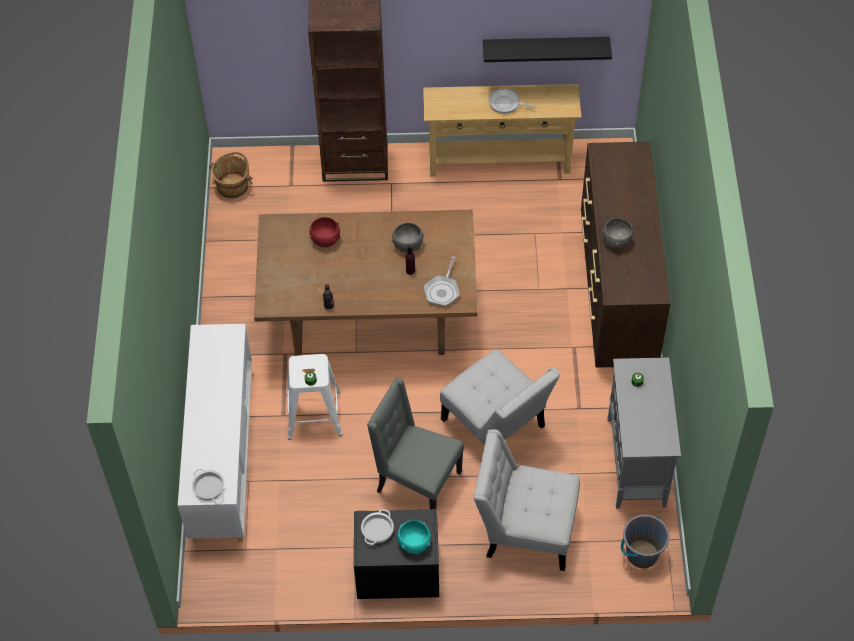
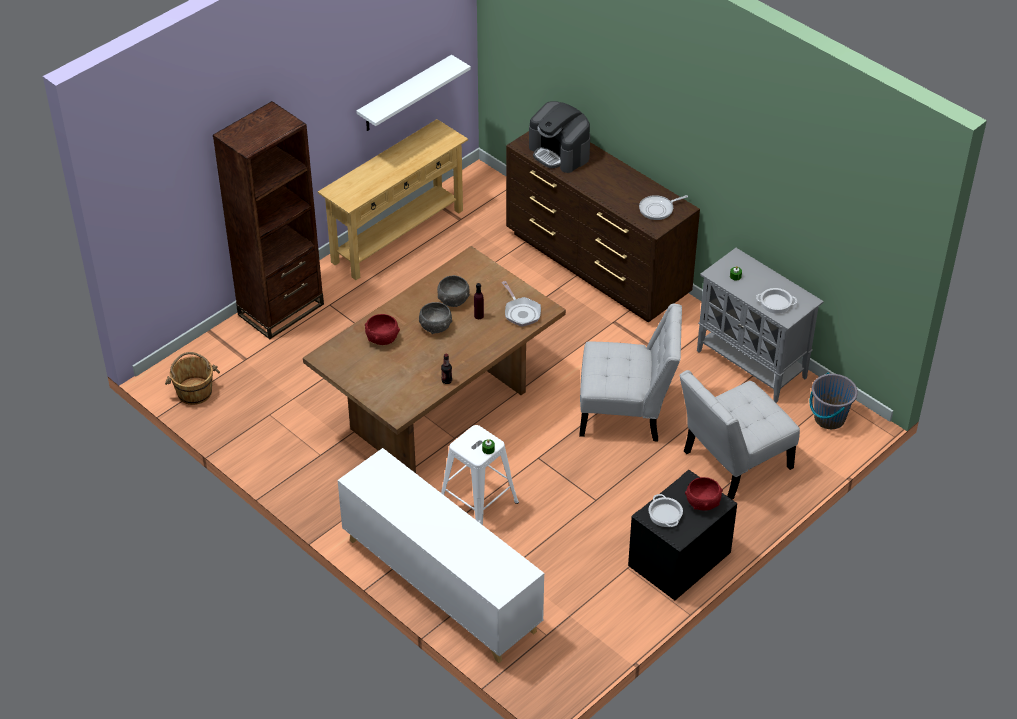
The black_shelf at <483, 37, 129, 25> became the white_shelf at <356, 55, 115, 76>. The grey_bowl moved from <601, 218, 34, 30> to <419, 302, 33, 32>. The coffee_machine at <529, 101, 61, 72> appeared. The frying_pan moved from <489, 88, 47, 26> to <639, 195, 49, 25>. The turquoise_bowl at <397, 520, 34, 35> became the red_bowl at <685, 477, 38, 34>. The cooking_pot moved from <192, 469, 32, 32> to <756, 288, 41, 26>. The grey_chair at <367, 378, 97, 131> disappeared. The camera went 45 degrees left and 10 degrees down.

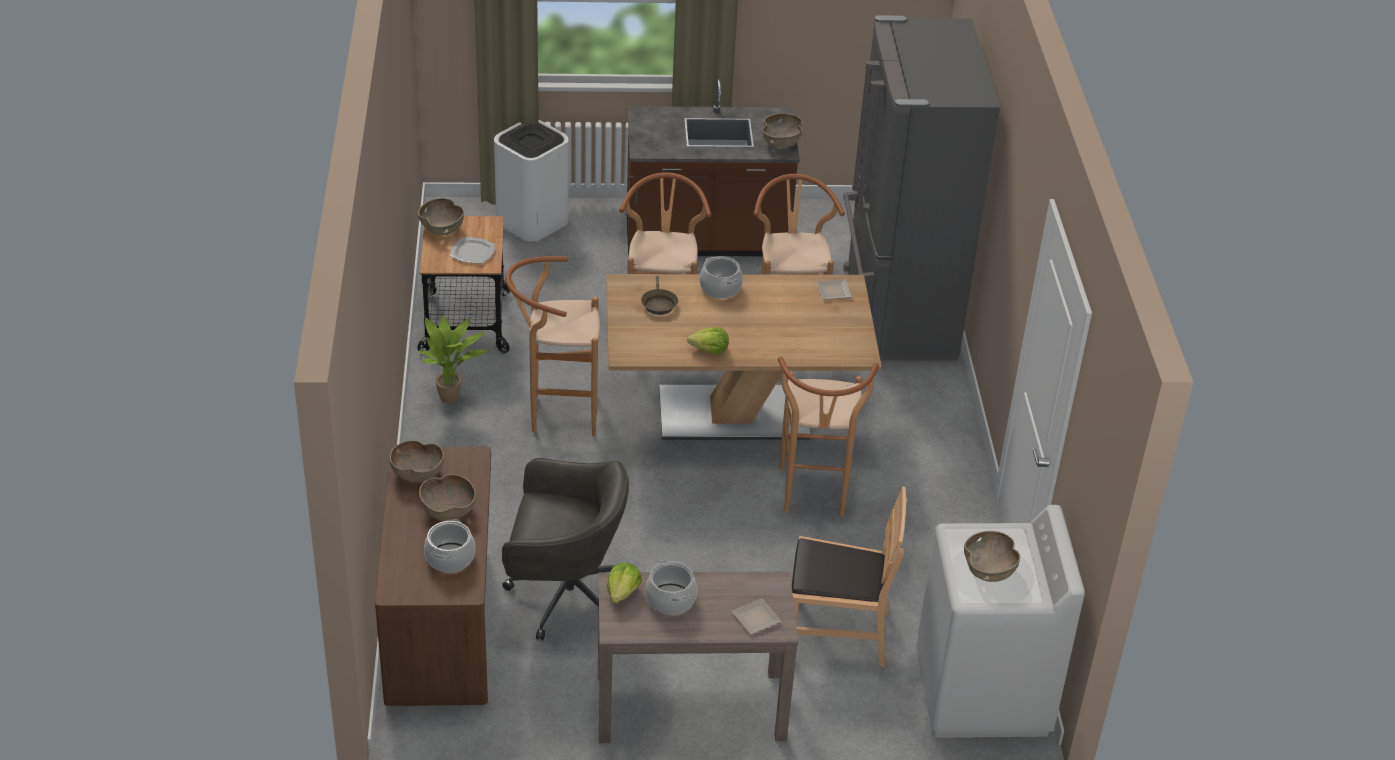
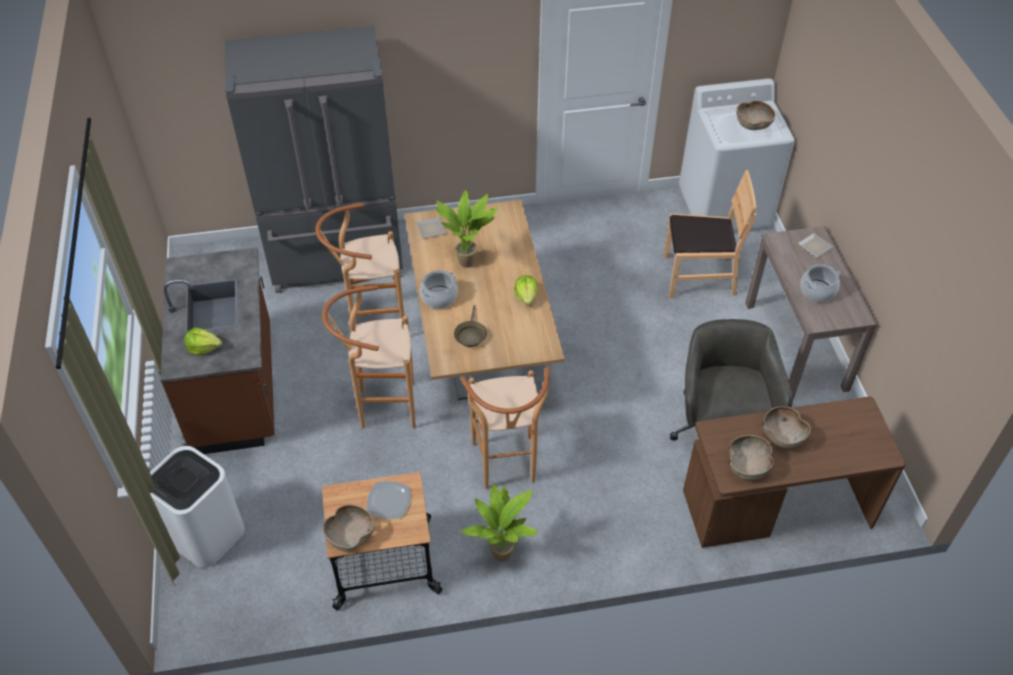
The lettuce moved from <607, 563, 35, 40> to <184, 328, 38, 27>. The potted_plant at <435, 190, 63, 77> appeared. The brown_frying_pan at <641, 276, 37, 39> turned 105 degrees clockwise. The brown_chair at <792, 487, 115, 180> turned 90 degrees clockwise. The cooking_pot at <424, 519, 52, 54> disappeared. The brown_bowl at <763, 113, 39, 34> disappeared. The brown_stool at <778, 357, 101, 160> disappeared. The camera went 95 degrees left and 10 degrees up.

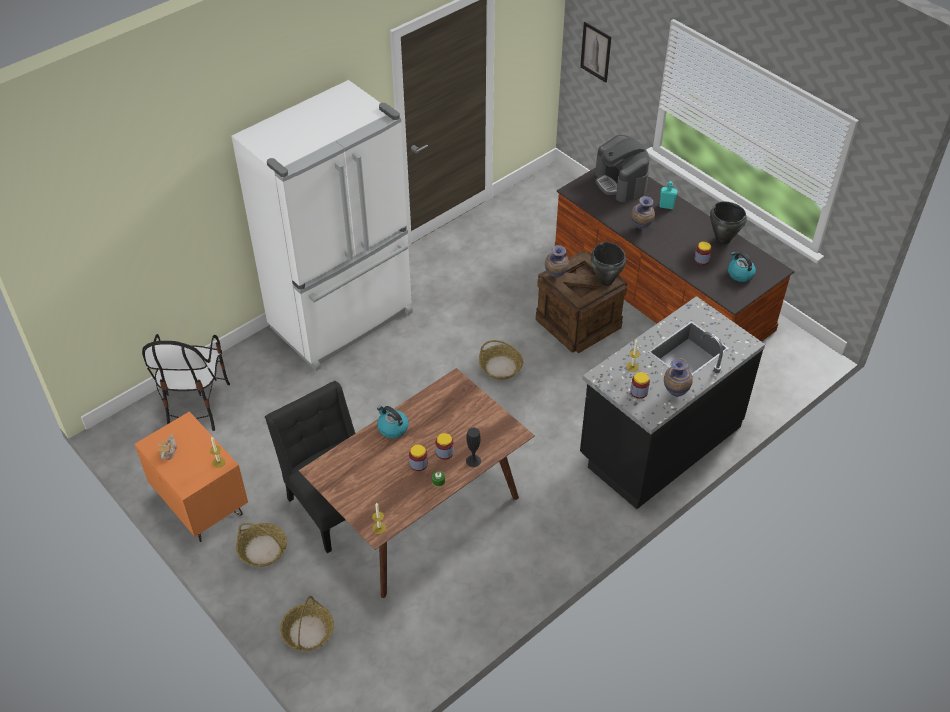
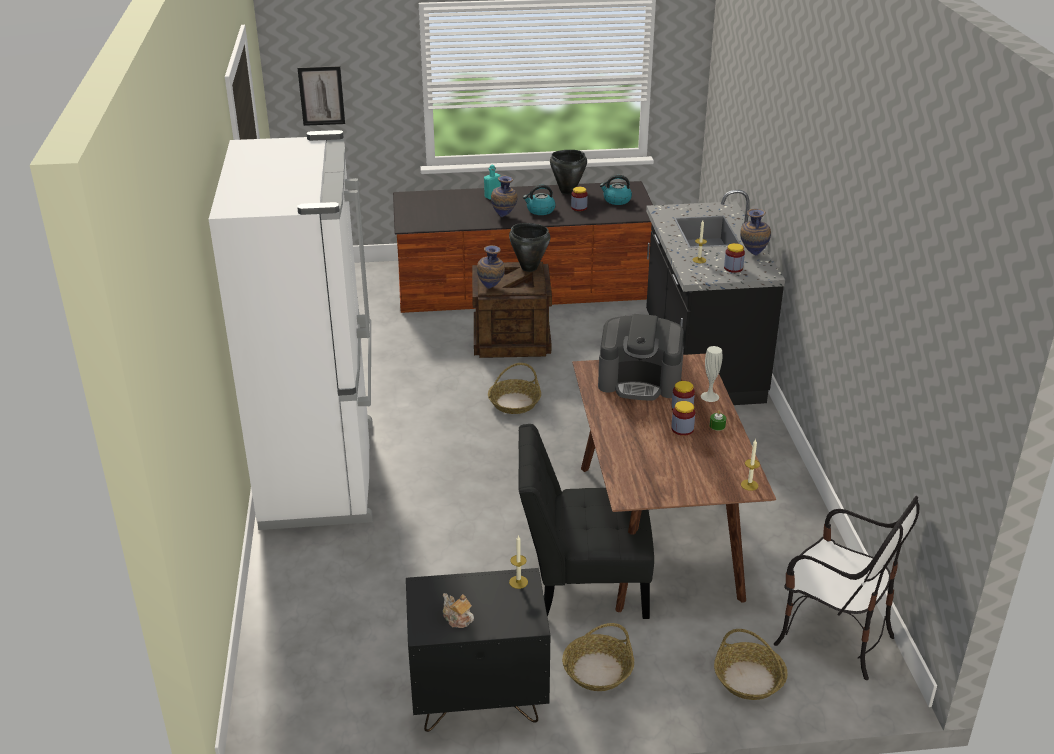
The orange_nightstand at <135, 411, 113, 131> became the black_nightstand at <406, 568, 144, 164>. The kettle moved from <377, 406, 32, 32> to <523, 185, 33, 30>. The coffee_machine moved from <595, 135, 54, 67> to <598, 314, 86, 87>. The black_vase at <466, 428, 15, 39> became the white_vase at <701, 346, 21, 56>. The chair moved from <142, 334, 88, 97> to <774, 496, 146, 184>. The camera went 55 degrees left and 15 degrees down.

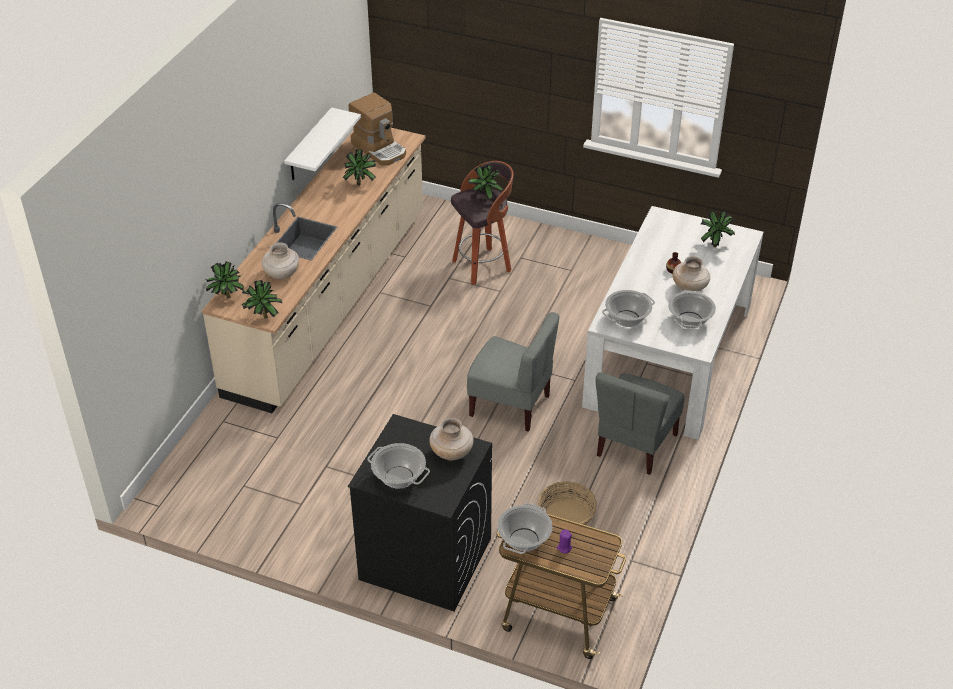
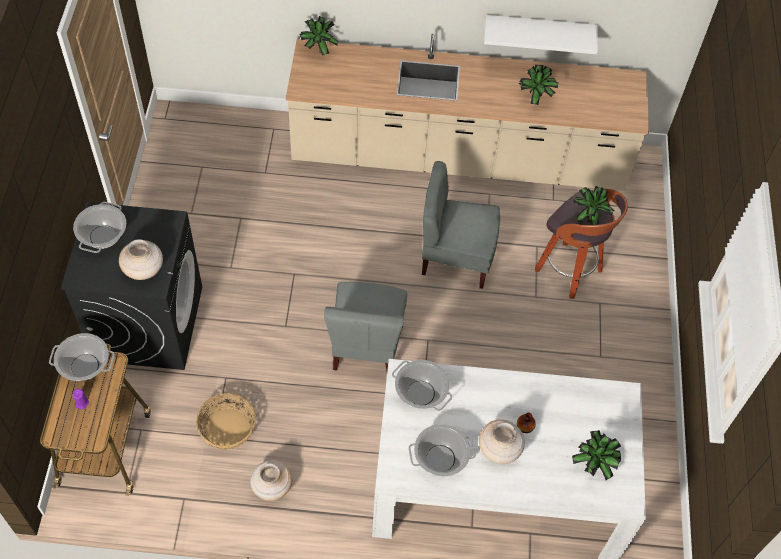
The beige_vase moved from <262, 242, 37, 37> to <250, 460, 42, 41>. The grey_chair moved from <596, 372, 89, 103> to <422, 161, 78, 128>. The potted_plant at <242, 280, 40, 38> disappeared. The coffee_machine at <349, 93, 57, 73> disappeared. The camera went 70 degrees right and 15 degrees up.

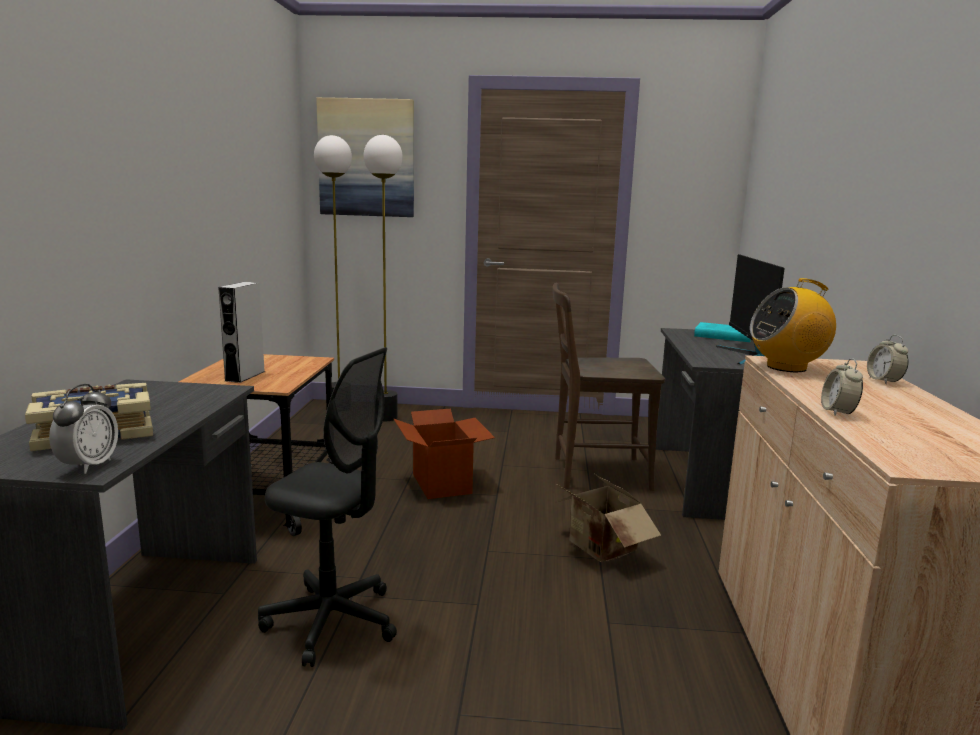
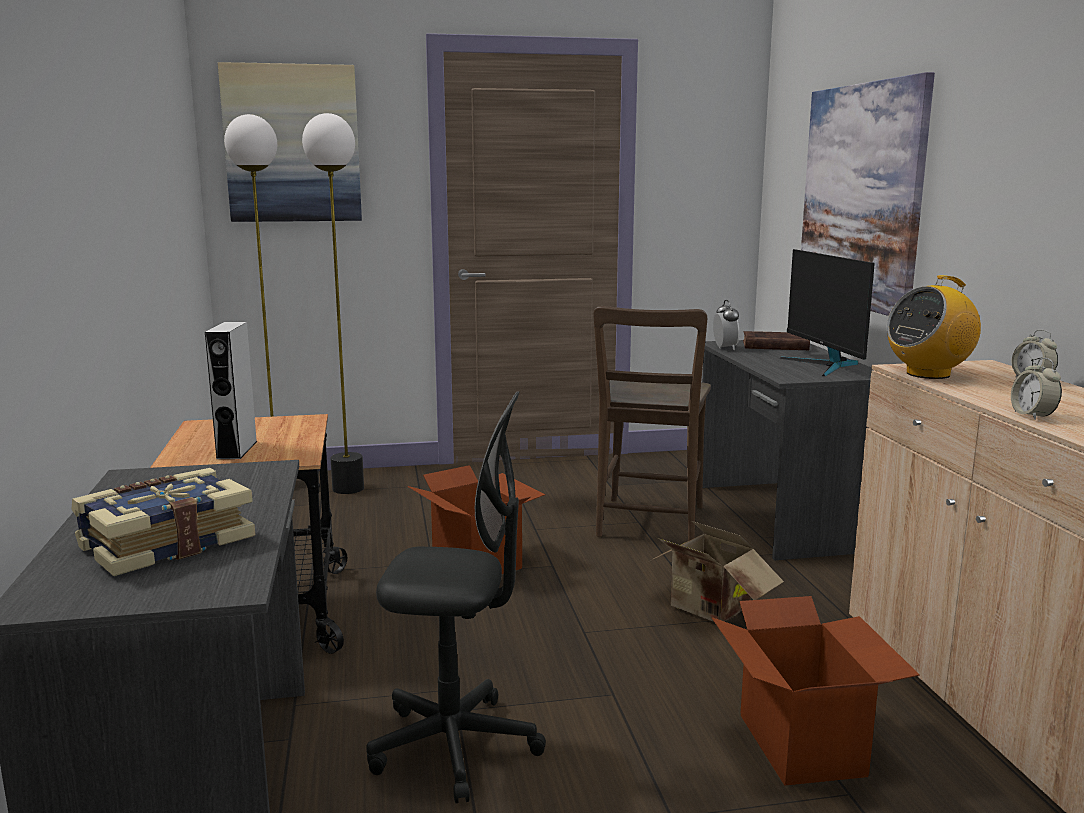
The brown_chair at <553, 283, 112, 208> turned 60 degrees counterclockwise. The cardboard_box at <712, 596, 208, 190> appeared. The alarm_clock moved from <49, 384, 69, 90> to <713, 300, 26, 50>. The turquoise_book at <694, 322, 57, 20> became the brown_book at <743, 331, 67, 19>. The picture at <801, 72, 134, 244> appeared. The camera went 15 degrees left and 0 degrees up.

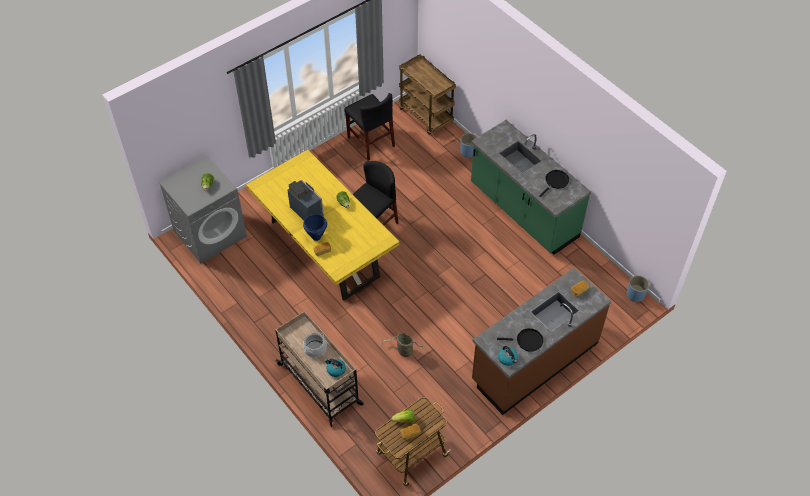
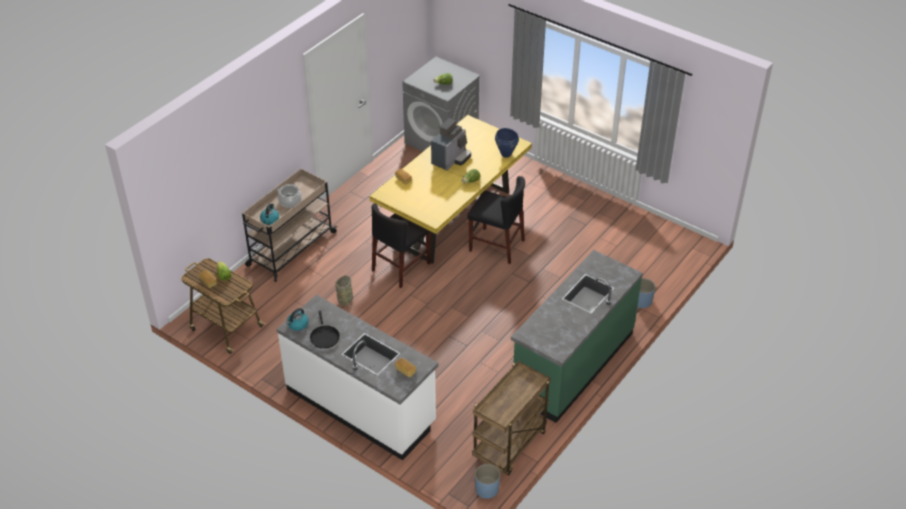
The brown_counter at <472, 268, 139, 147> became the white_counter at <277, 295, 161, 165>. The black_chair moved from <344, 93, 51, 67> to <372, 203, 59, 85>. The brown_cart moved from <399, 54, 57, 81> to <472, 361, 79, 114>. The blue_cooking_pot moved from <303, 214, 24, 27> to <495, 128, 24, 30>. The black_frying_pan at <539, 170, 30, 27> disappeared. The camera went 75 degrees right and 10 degrees down.

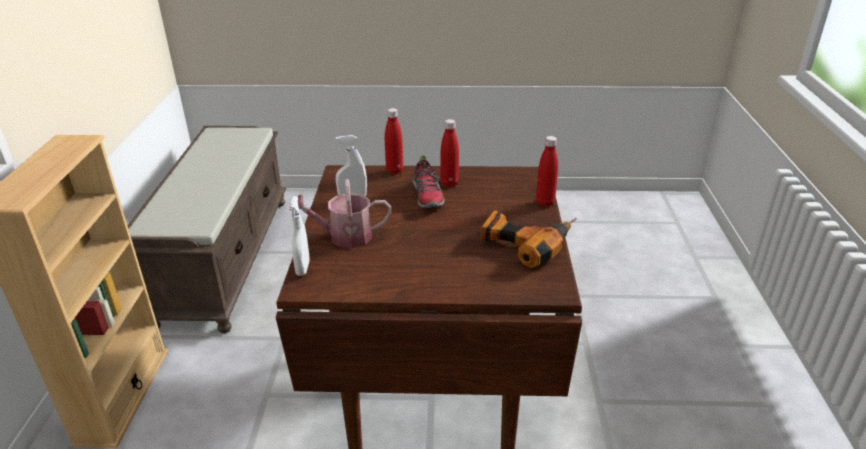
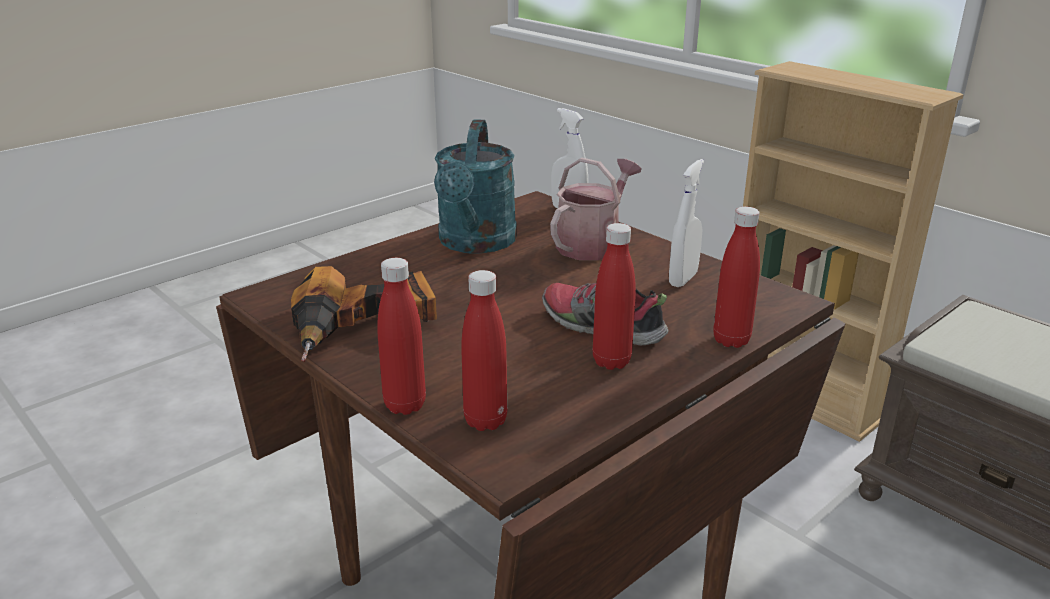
The turquoise_watering_can at <434, 119, 83, 135> appeared. The red_bottle at <461, 270, 46, 161> appeared. The camera went 135 degrees right and 5 degrees down.

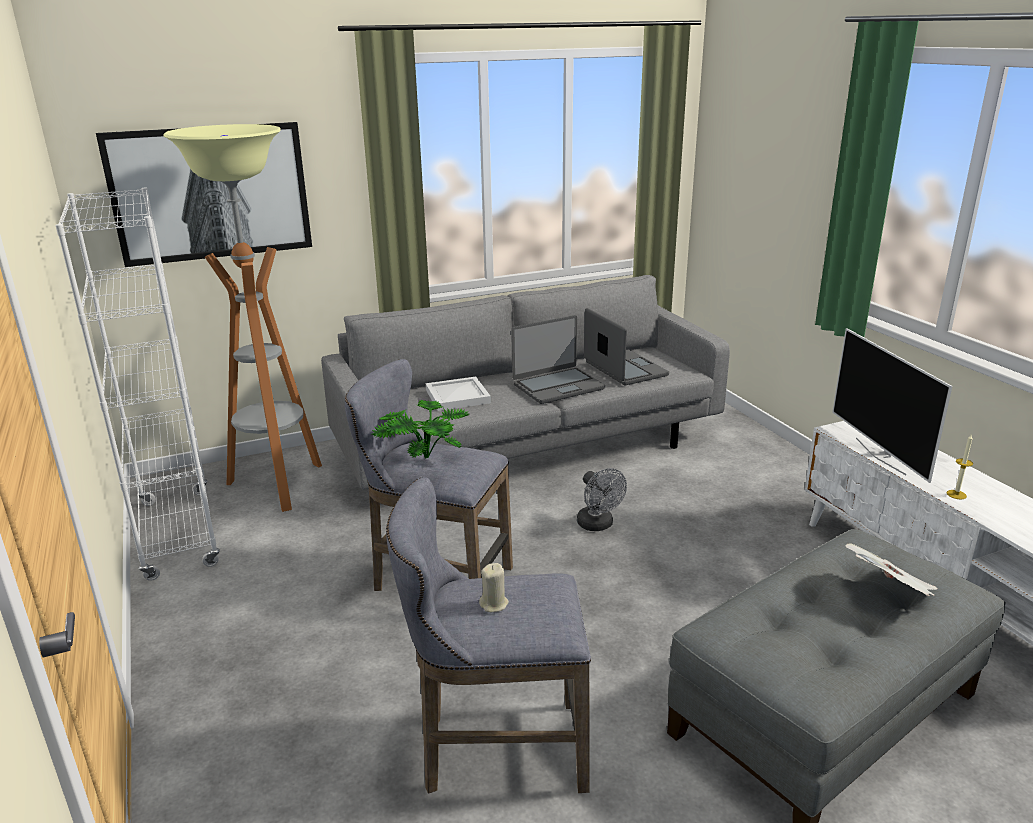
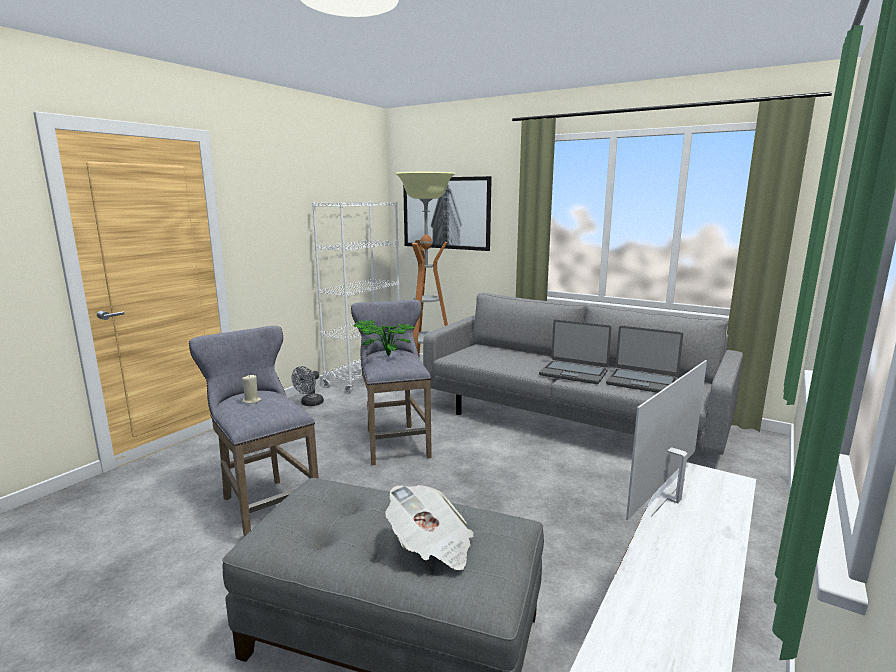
The grey_fan moved from <577, 468, 50, 63> to <292, 366, 32, 40>. The laptop at <584, 308, 85, 77> turned 90 degrees clockwise. The white_tray at <426, 377, 65, 34> disappeared. The candle at <947, 435, 26, 64> disappeared. The camera went 55 degrees right and 10 degrees down.

